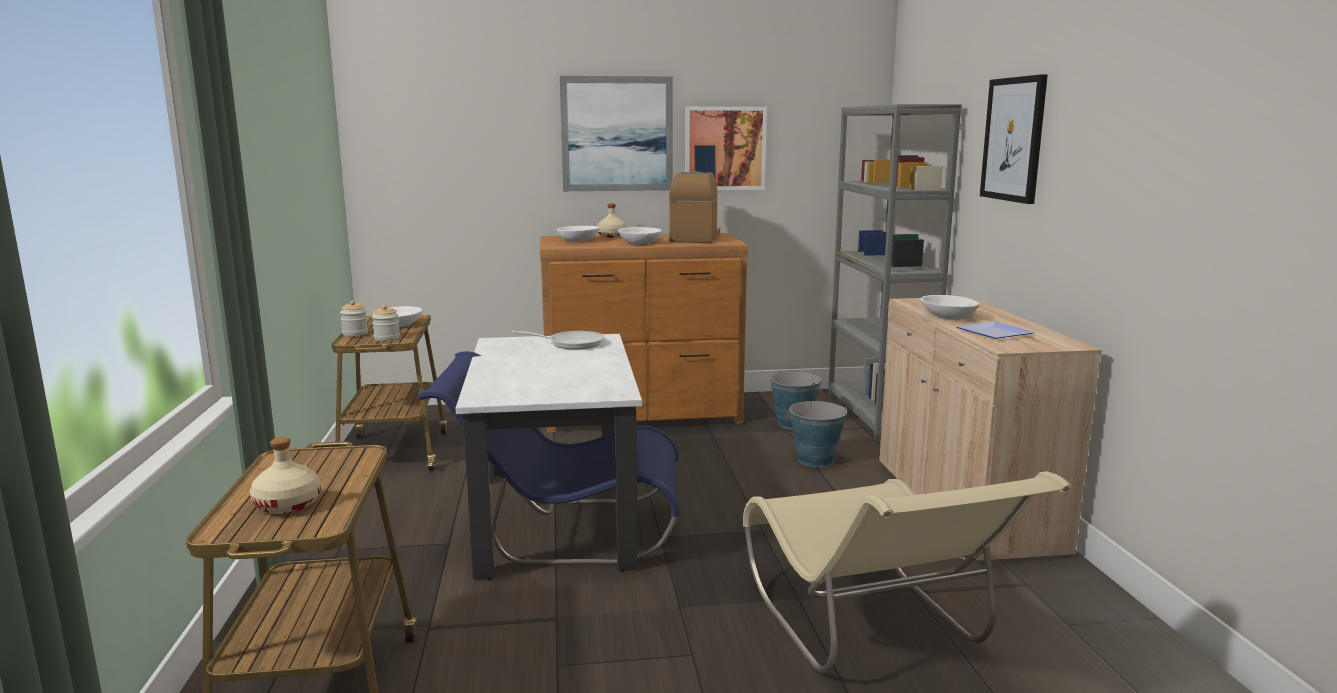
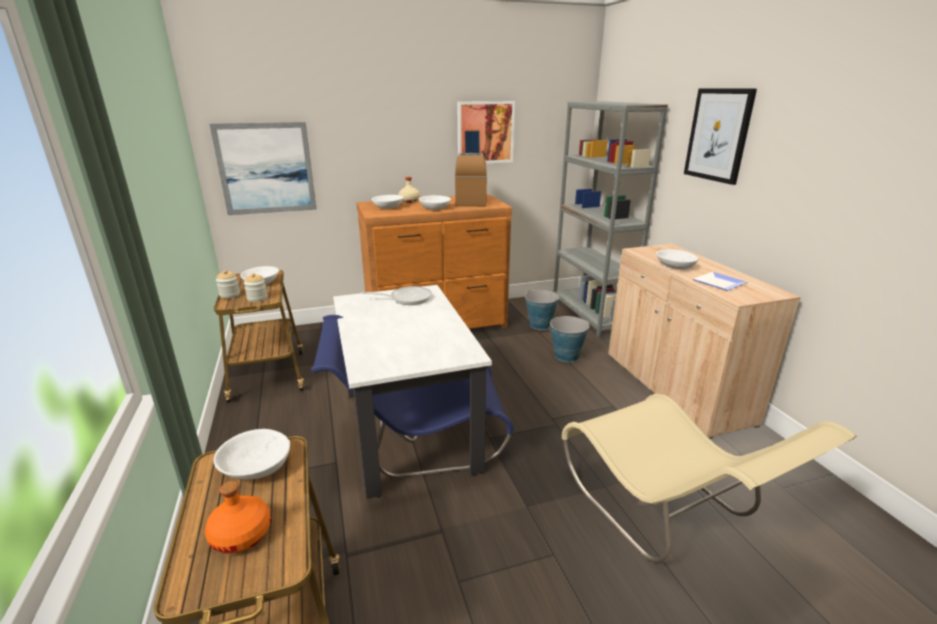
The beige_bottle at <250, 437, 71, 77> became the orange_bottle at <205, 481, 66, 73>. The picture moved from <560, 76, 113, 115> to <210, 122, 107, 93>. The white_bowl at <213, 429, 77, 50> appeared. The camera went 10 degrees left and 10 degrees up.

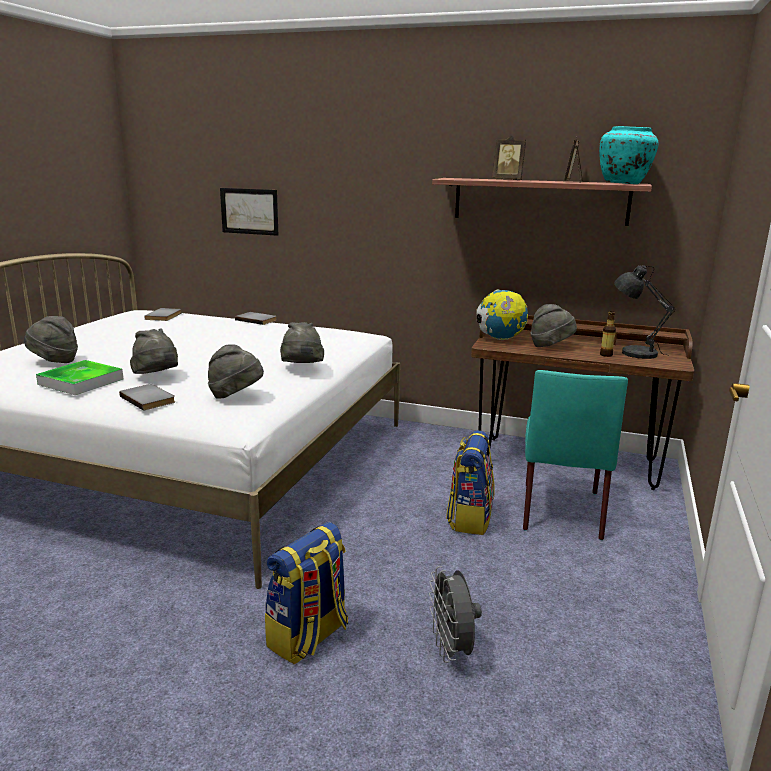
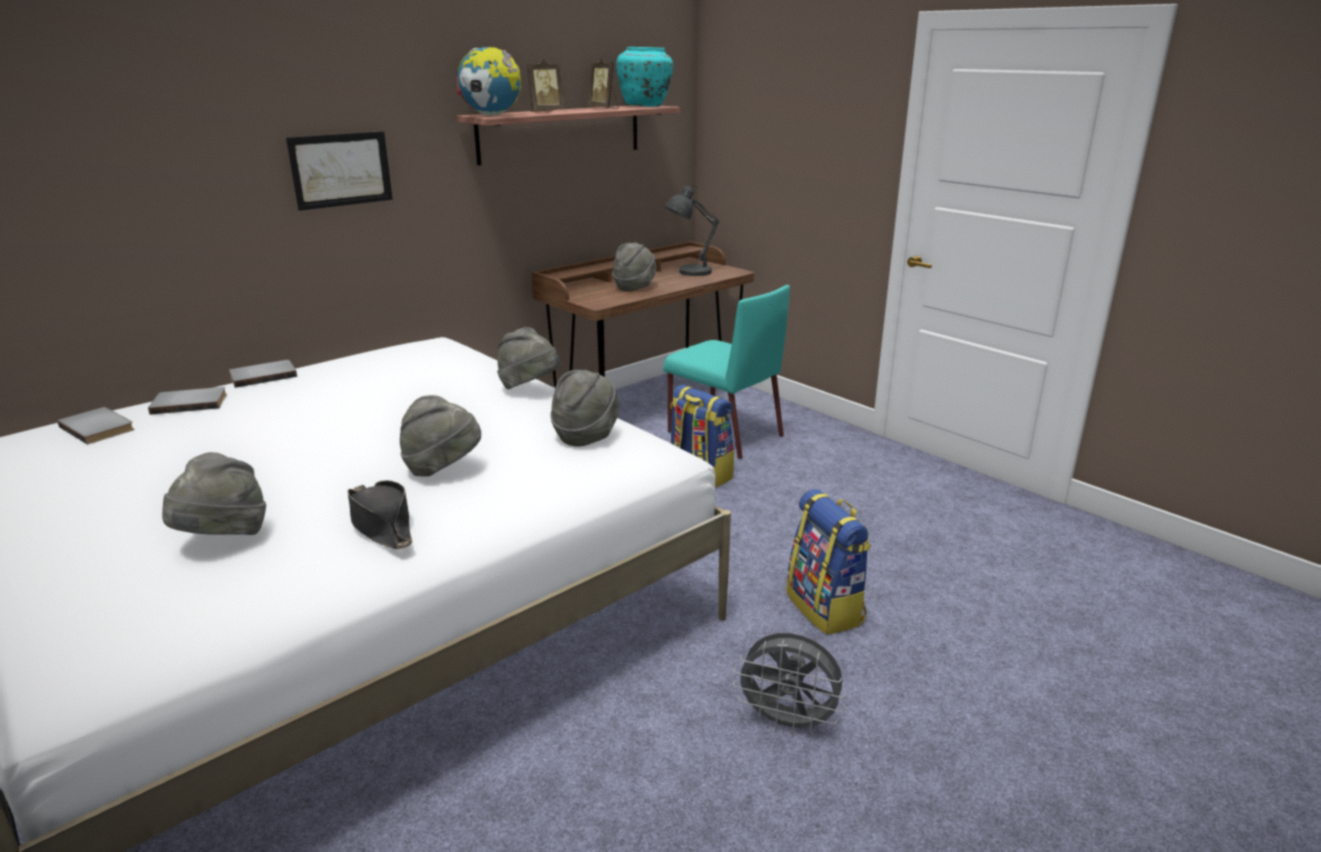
The grey_book moved from <119, 384, 56, 27> to <148, 387, 79, 28>. The picture moved from <220, 188, 58, 48> to <286, 131, 107, 80>. The tray at <36, 360, 88, 35> was replaced by the black_hat at <348, 480, 65, 69>. The globe moved from <477, 290, 51, 50> to <457, 47, 64, 69>. The grey_fan moved from <429, 566, 53, 97> to <733, 633, 114, 103>. The bottle at <600, 311, 16, 46> disappeared. The camera went 60 degrees left and 5 degrees up.

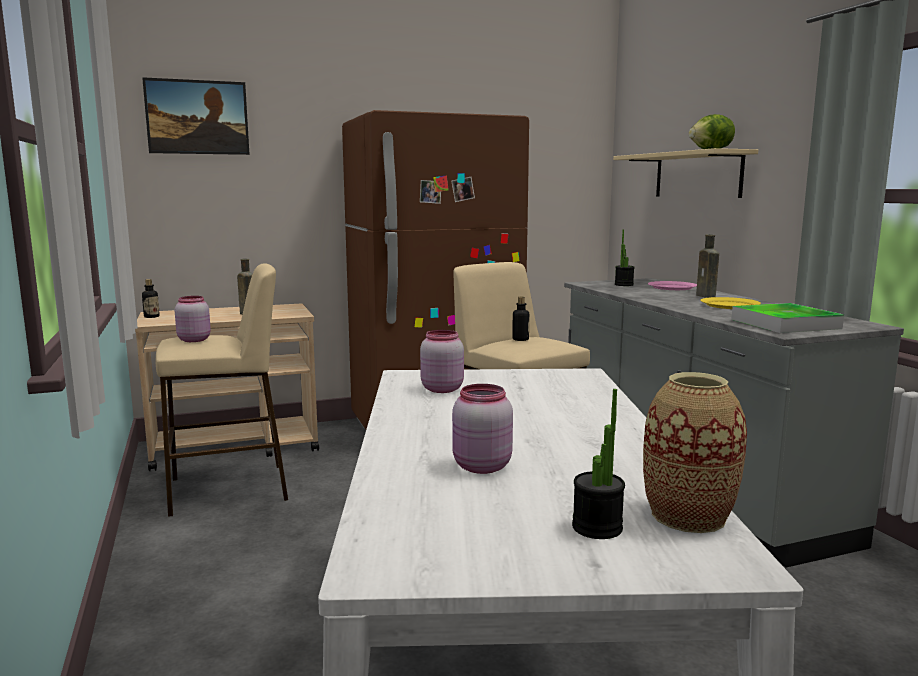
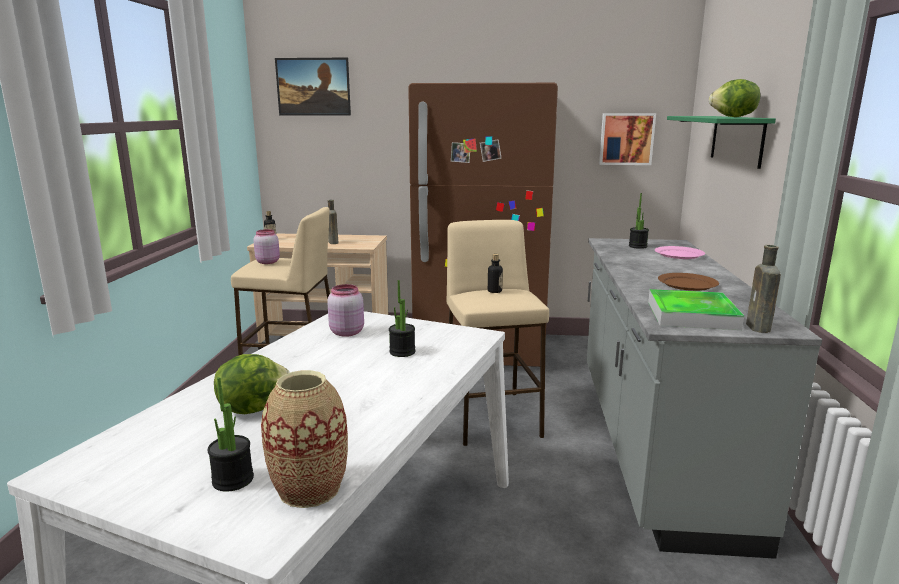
The pink_jar at <452, 384, 61, 90> was replaced by the lettuce at <214, 354, 76, 60>. The potted_plant at <389, 280, 26, 77> appeared. The picture at <599, 113, 57, 52> appeared. The yellow_plate at <700, 297, 61, 12> became the brown_plate at <658, 273, 61, 18>. The beige_shelf at <613, 148, 145, 50> became the green_shelf at <667, 116, 109, 53>. The brown_bottle moved from <696, 234, 23, 64> to <746, 245, 35, 88>. The camera went 25 degrees right and 5 degrees up.

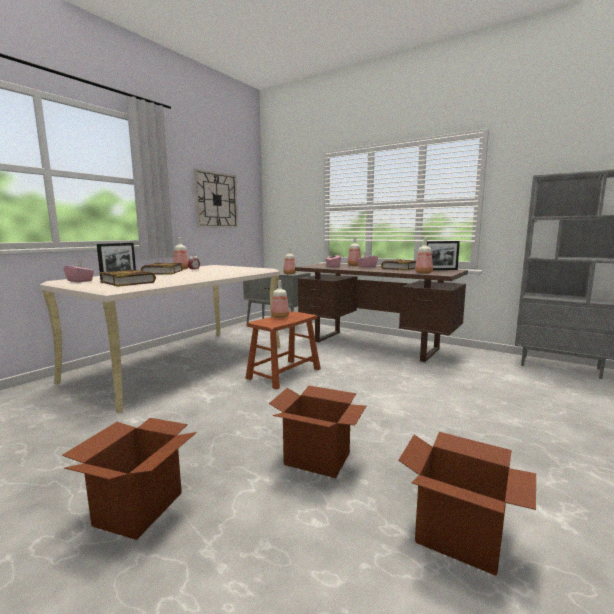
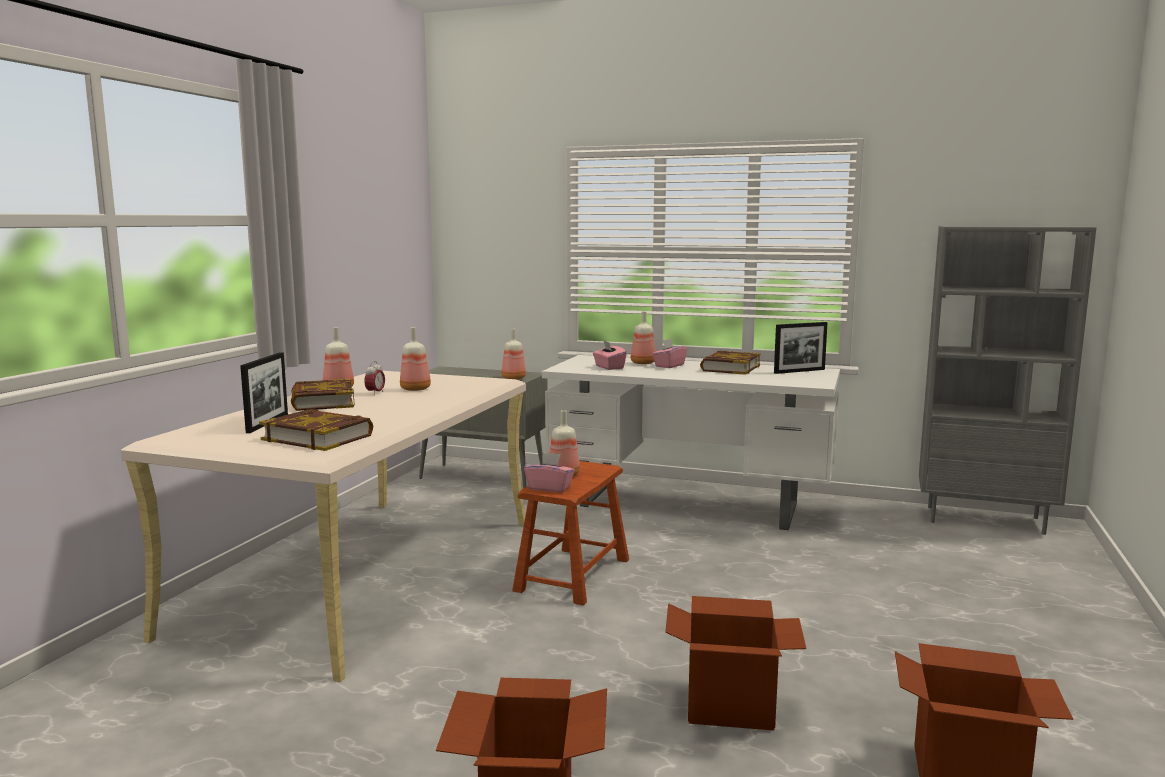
The bottle moved from <415, 238, 18, 36> to <400, 327, 31, 64>. The pink_tissue_box moved from <63, 260, 31, 22> to <524, 452, 51, 41>. The brown_desk at <295, 263, 173, 99> became the white_desk at <542, 355, 298, 175>. The wall_clock at <193, 169, 45, 59> disappeared. The camera went 15 degrees left and 0 degrees up.

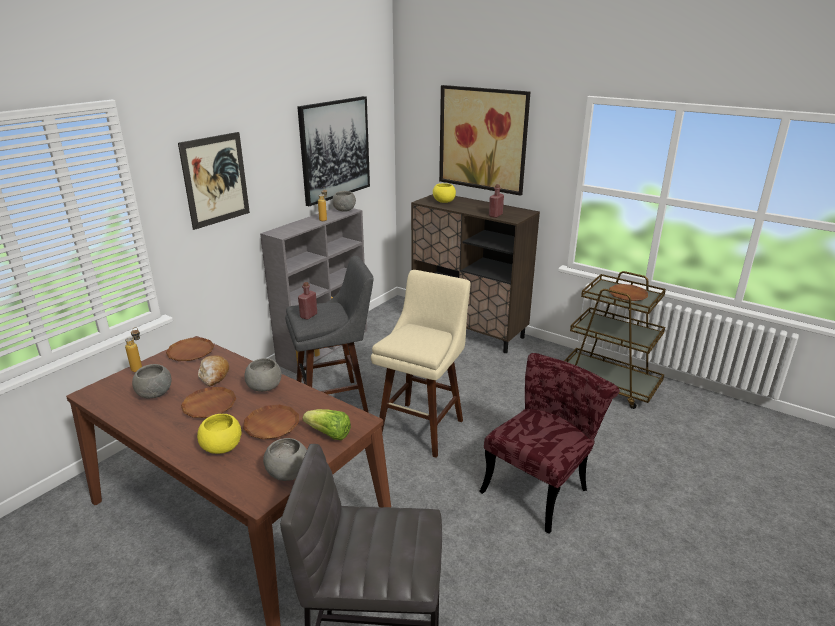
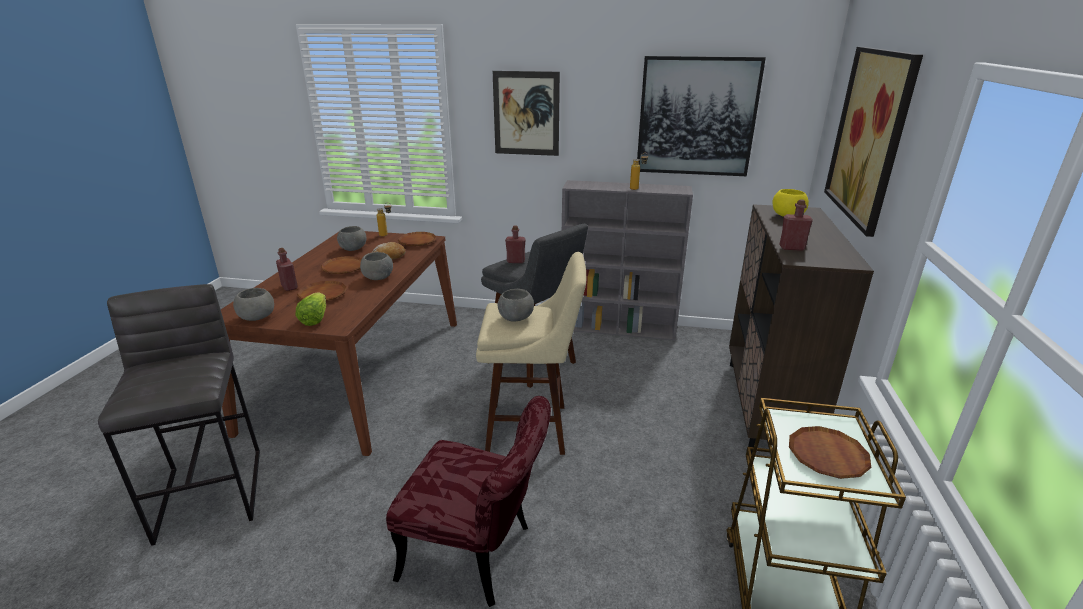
The yellow_bowl at <197, 414, 45, 40> was replaced by the red_bottle at <276, 248, 22, 43>. The grey_bowl moved from <332, 191, 24, 21> to <498, 289, 36, 33>. The camera went 65 degrees right and 0 degrees up.

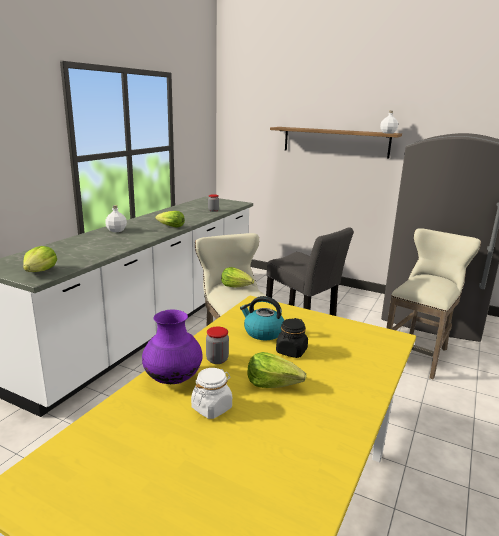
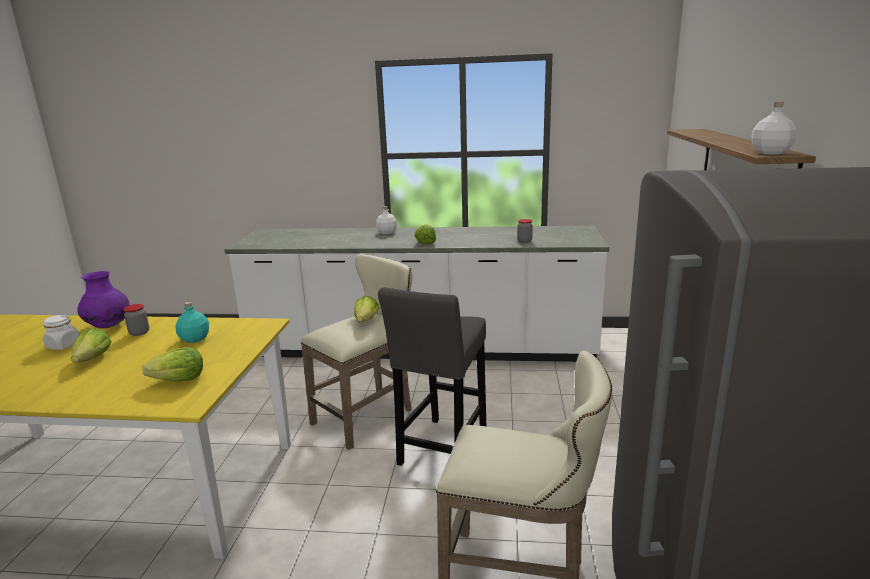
The lettuce moved from <23, 246, 34, 26> to <142, 347, 61, 35>. The kettle at <240, 296, 44, 44> was replaced by the turquoise_bottle at <176, 302, 33, 41>. The black_jar at <276, 318, 32, 40> disappeared. The camera went 70 degrees right and 0 degrees up.

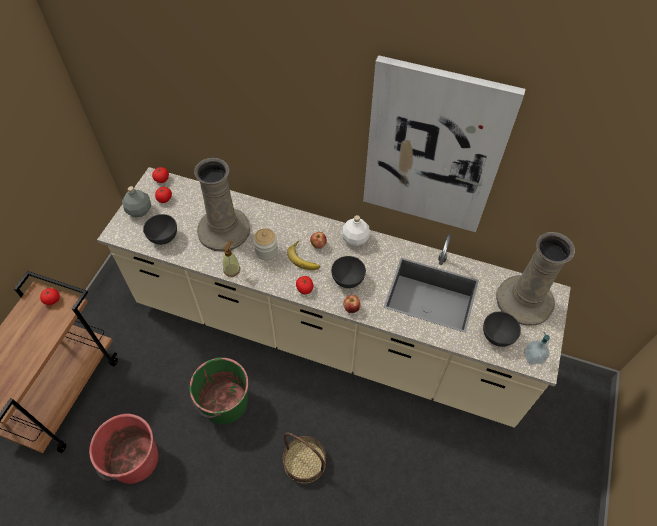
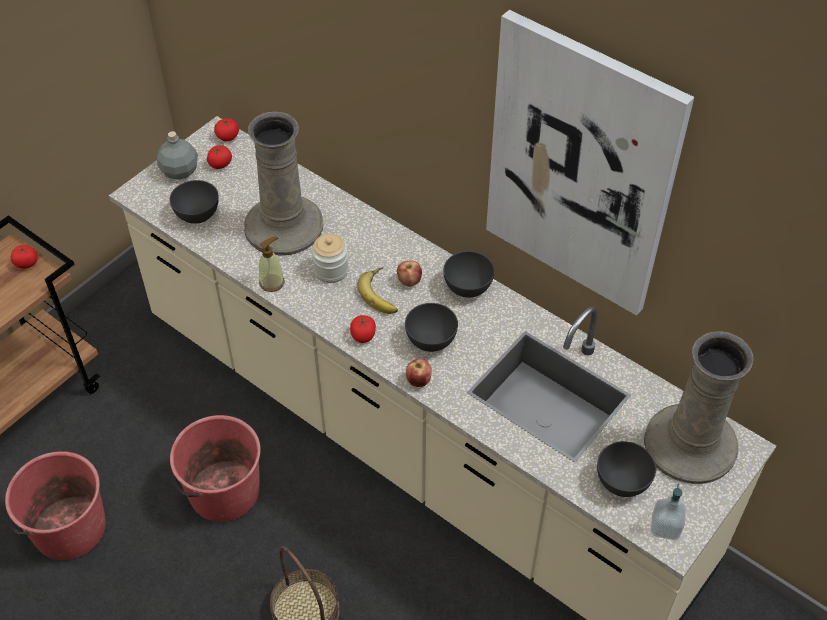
The green_bucket at <189, 357, 59, 67> became the red_bucket at <170, 415, 91, 107>. The white_bottle at <342, 215, 28, 31> was replaced by the grey_bowl at <443, 251, 52, 47>. The camera went 20 degrees right and 5 degrees down.

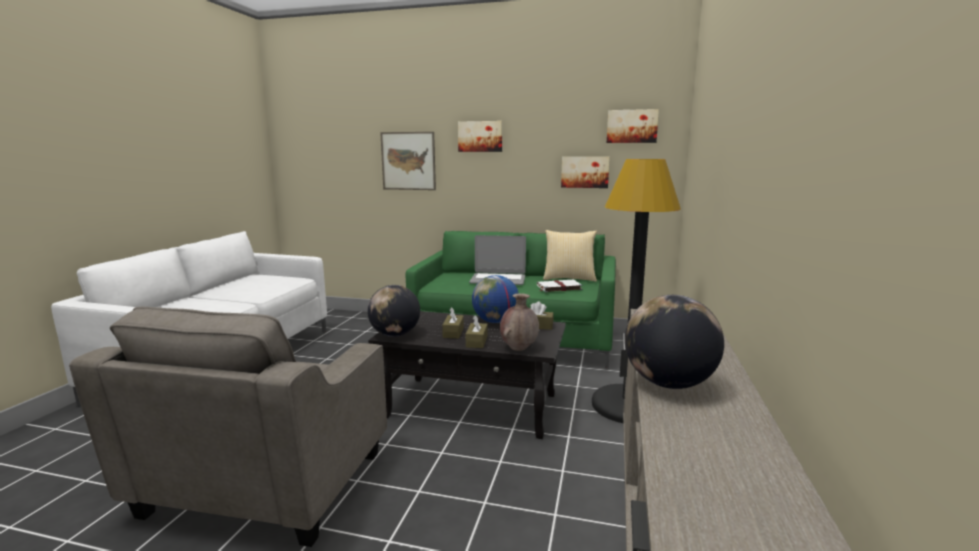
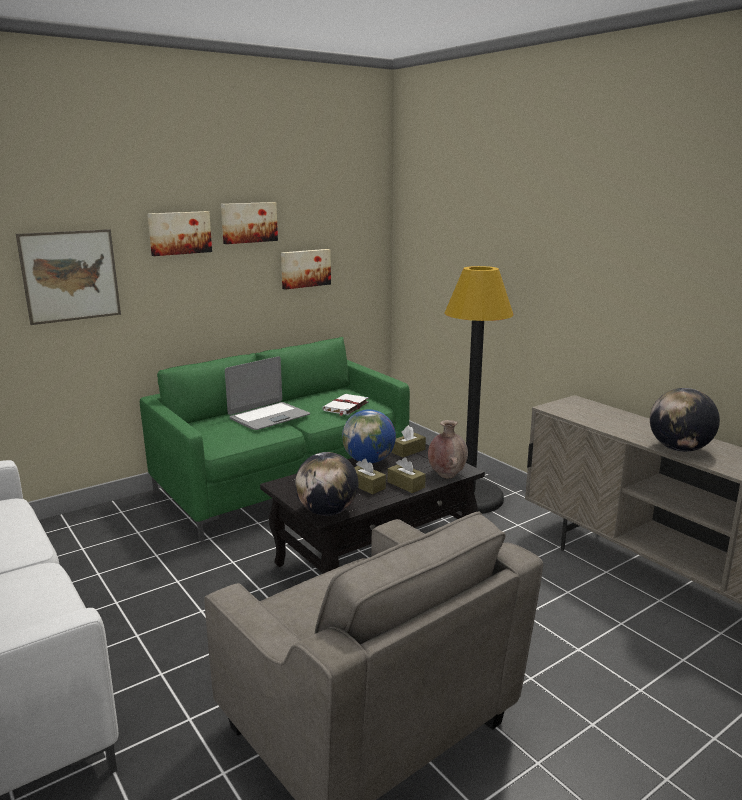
The picture moved from <607, 109, 52, 34> to <221, 202, 57, 42>. The pillow at <543, 230, 54, 52> disappeared. The camera went 50 degrees left and 5 degrees up.

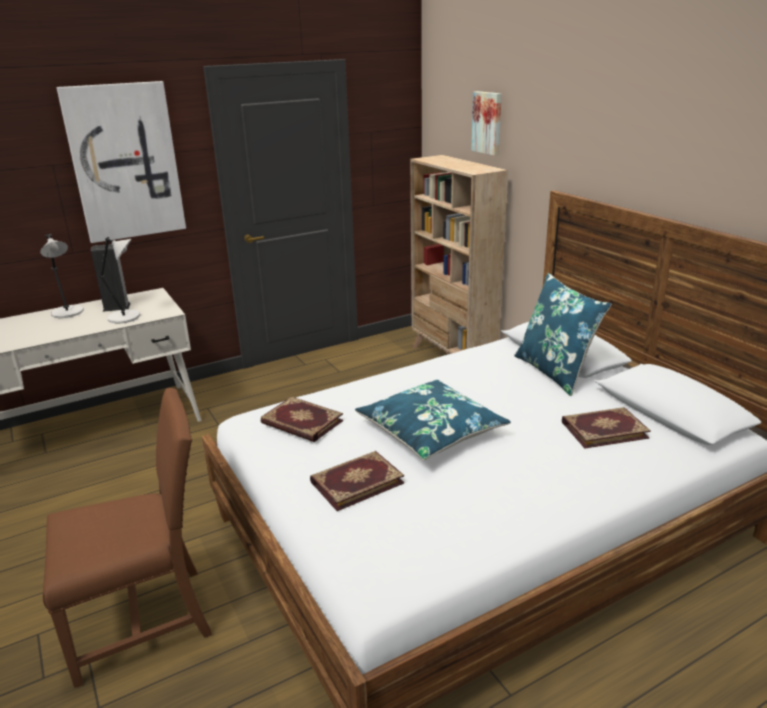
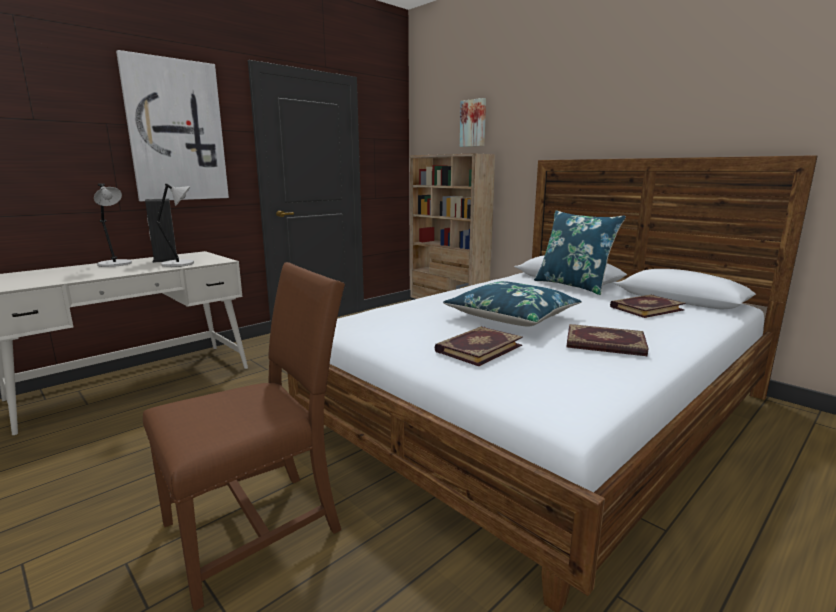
The book moved from <261, 396, 82, 46> to <567, 324, 81, 32>. The camera went 15 degrees left and 10 degrees down.

